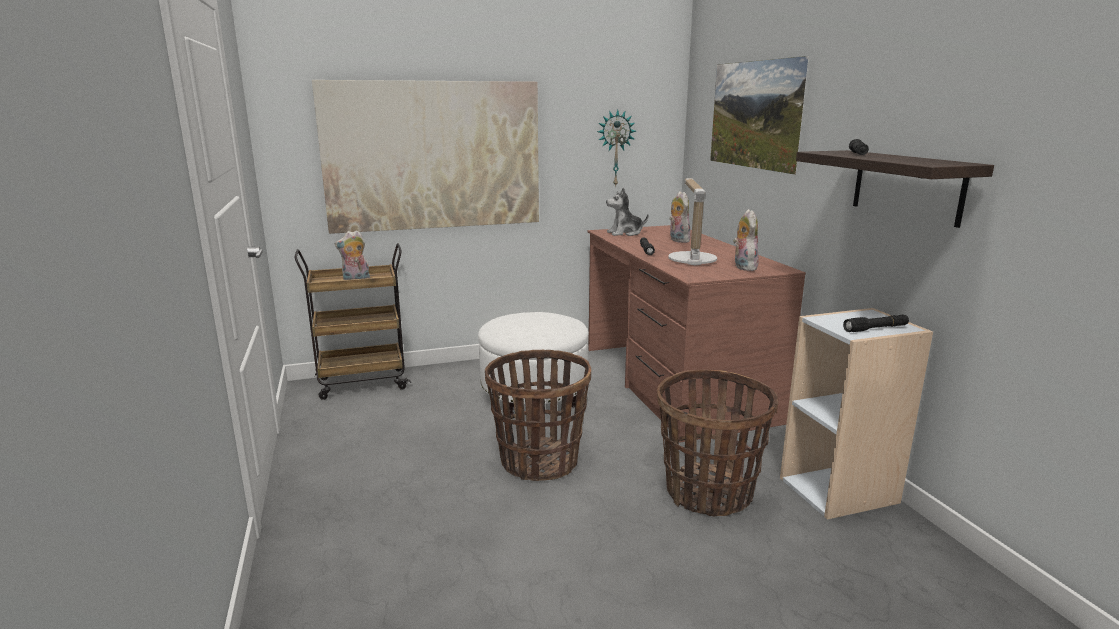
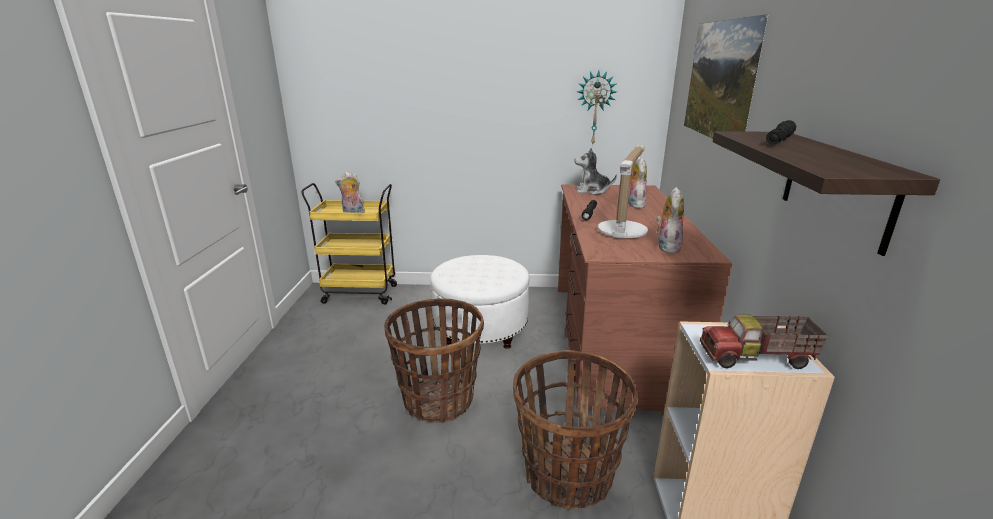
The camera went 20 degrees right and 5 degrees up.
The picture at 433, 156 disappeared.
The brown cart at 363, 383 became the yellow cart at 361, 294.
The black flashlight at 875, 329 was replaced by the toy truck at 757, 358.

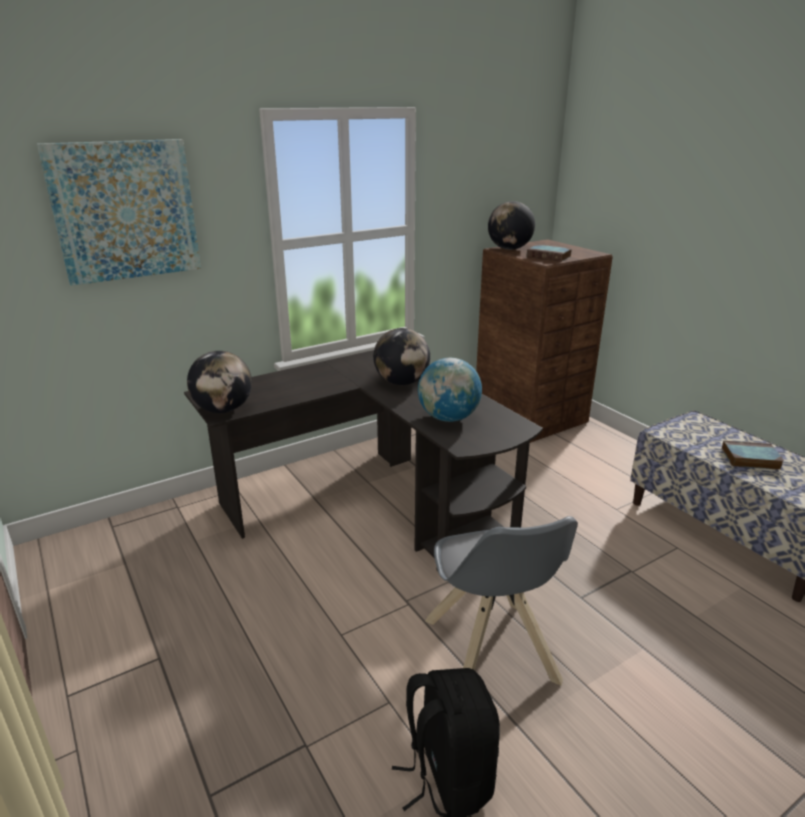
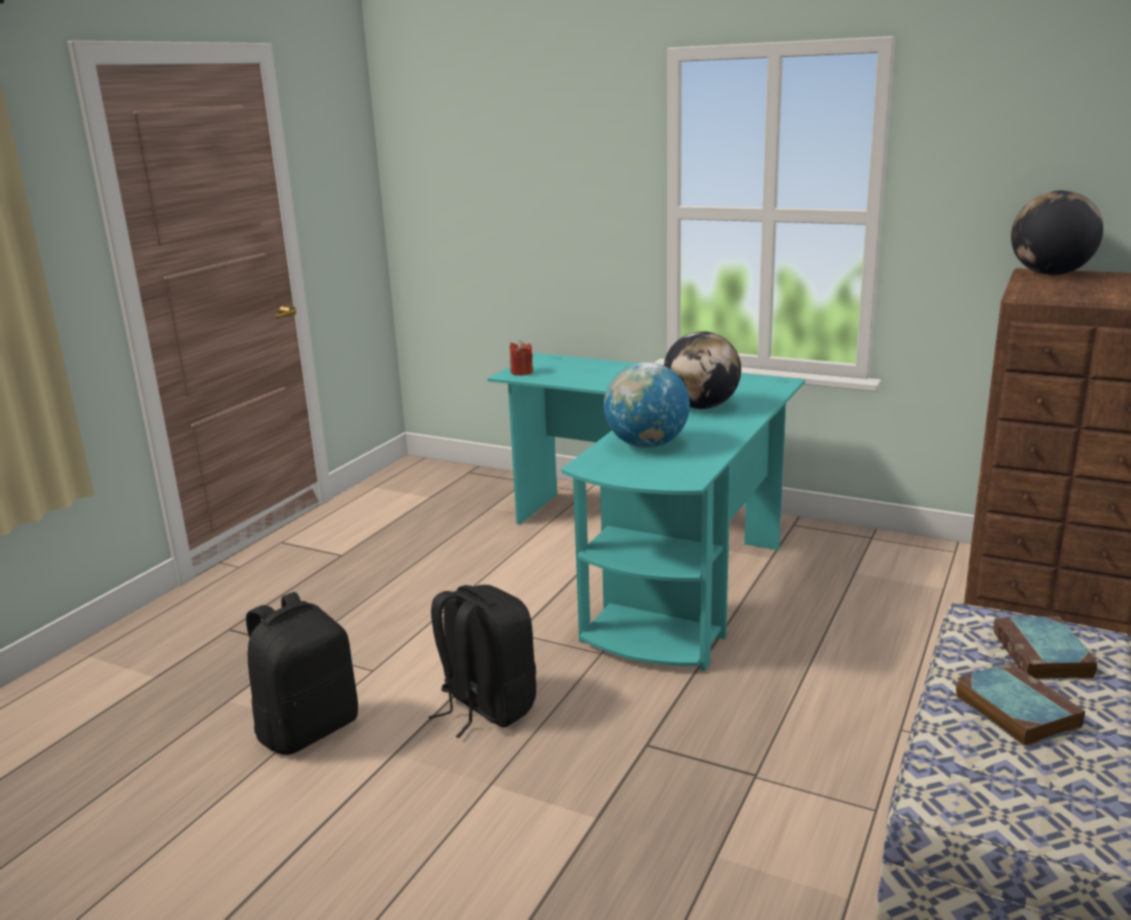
The camera went 60 degrees right and 5 degrees down.
The picture at 125, 211 disappeared.
The book moved from 550, 257 to 1044, 656.
The black desk at 373, 504 became the turquoise desk at 656, 560.
The globe at 223, 410 was replaced by the red candle at 521, 372.
The grey chair at 491, 653 was replaced by the black backpack at 485, 707.

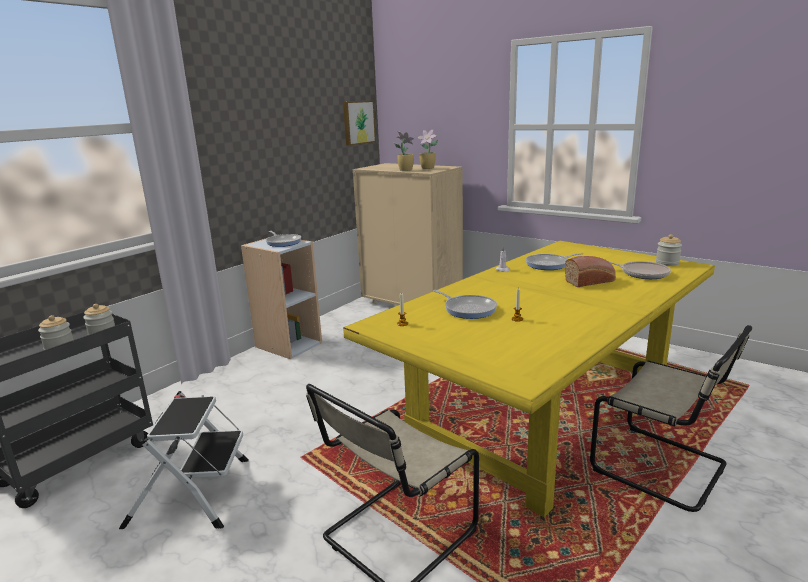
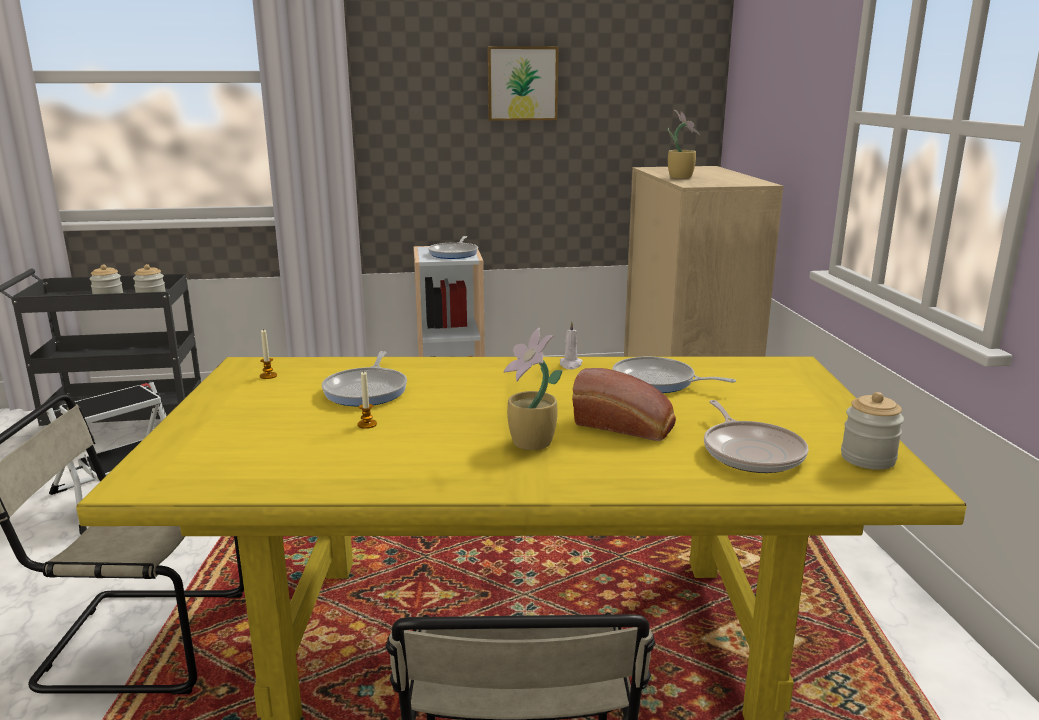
The camera went 45 degrees right and 0 degrees up.
The picture moved from 358, 122 to 522, 83.
The potted plant moved from 428, 168 to 532, 444.

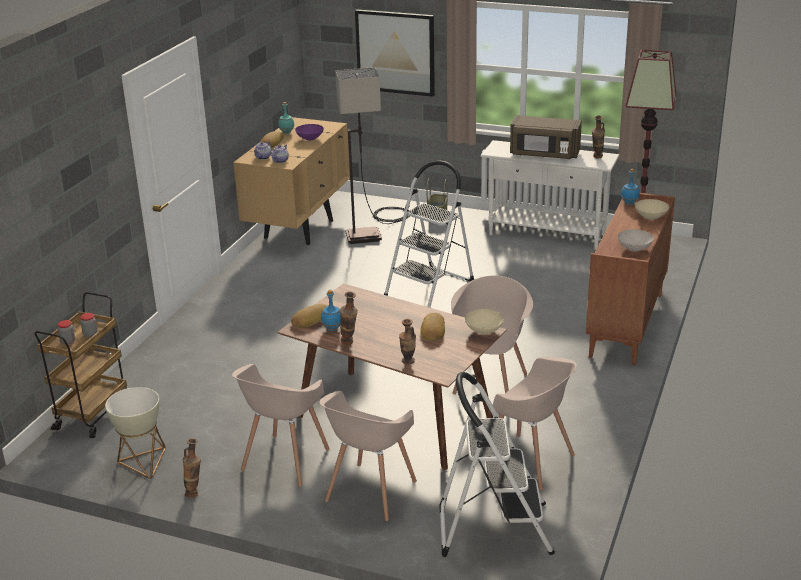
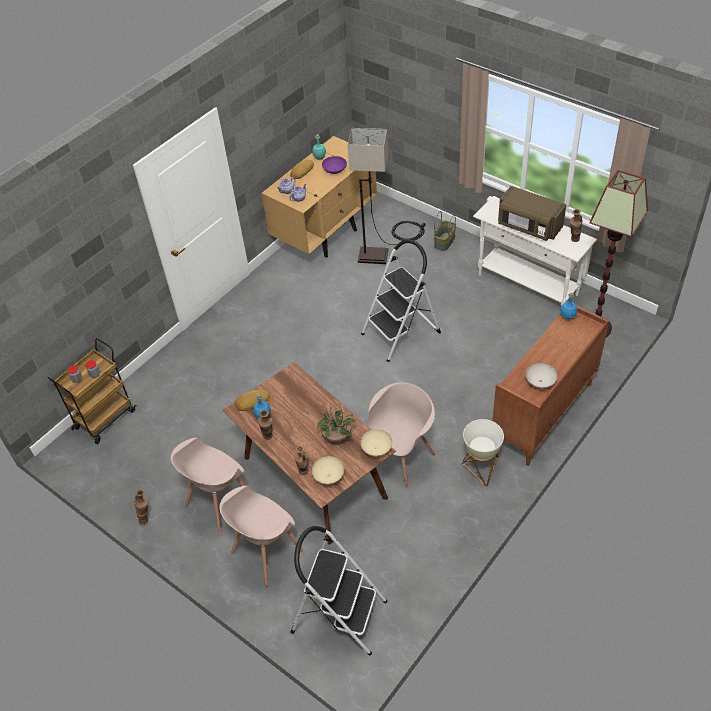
The camera went 20 degrees right and 20 degrees up.
The picture at 395, 52 disappeared.
The beige bowl moved from 651, 217 to 329, 476.
The bread at 432, 330 was replaced by the potted plant at 337, 438.
The beige chair at 530, 462 disappeared.
The planter moved from 143, 462 to 481, 468.

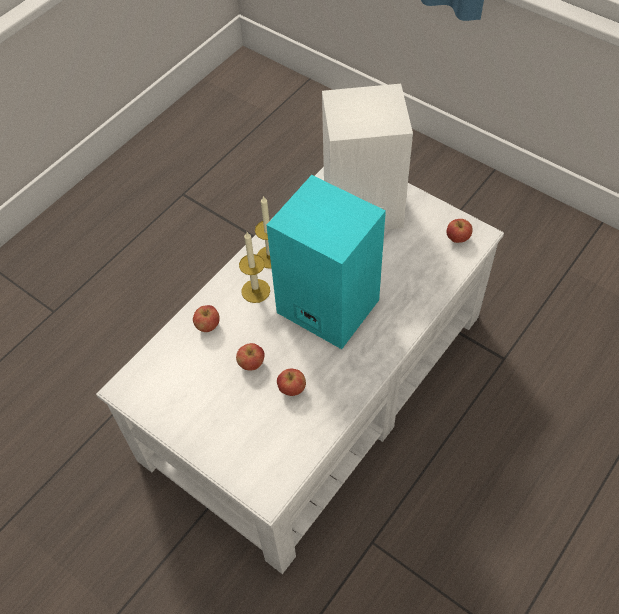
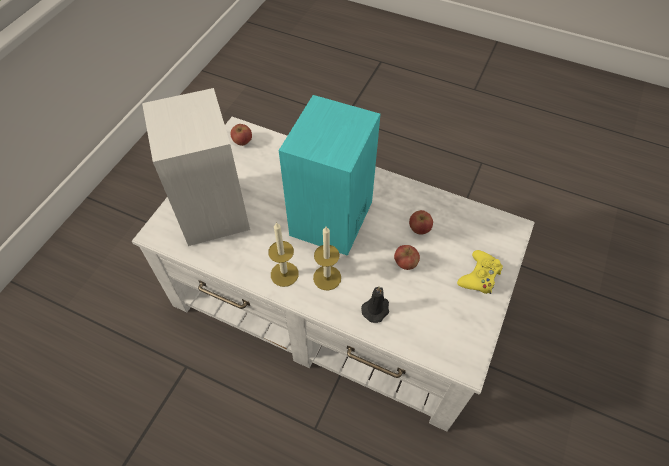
The camera went 105 degrees left and 0 degrees up.
The apple at 207, 325 was replaced by the black candle at 376, 309.
The yellow game controller at 479, 276 appeared.

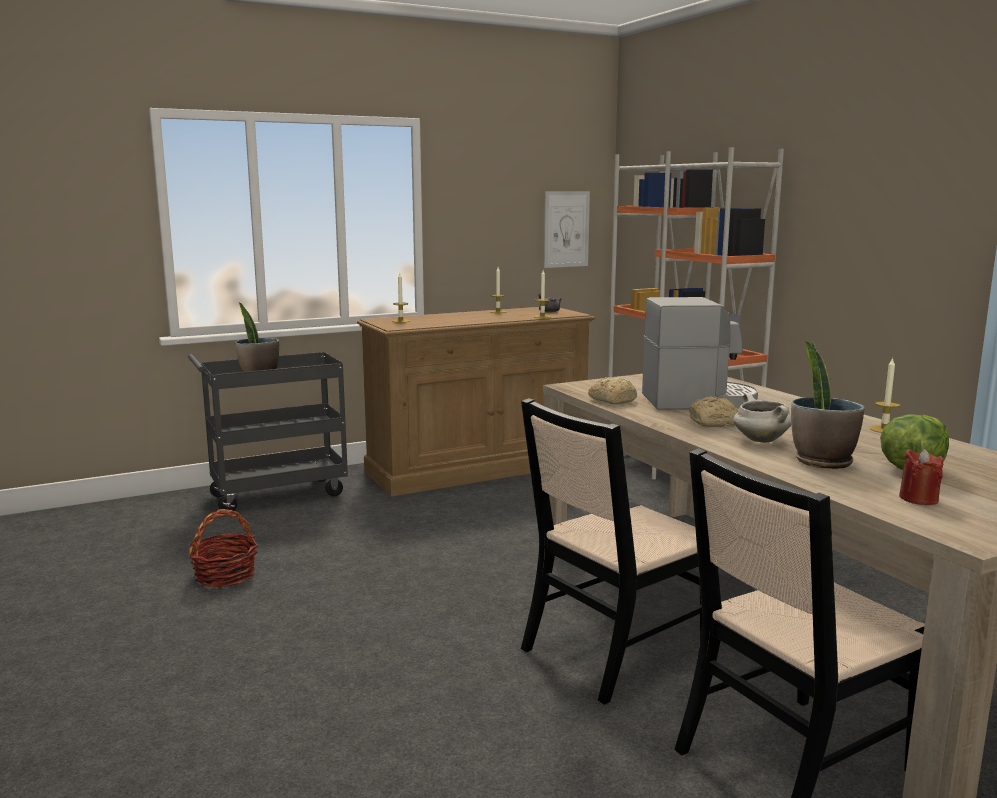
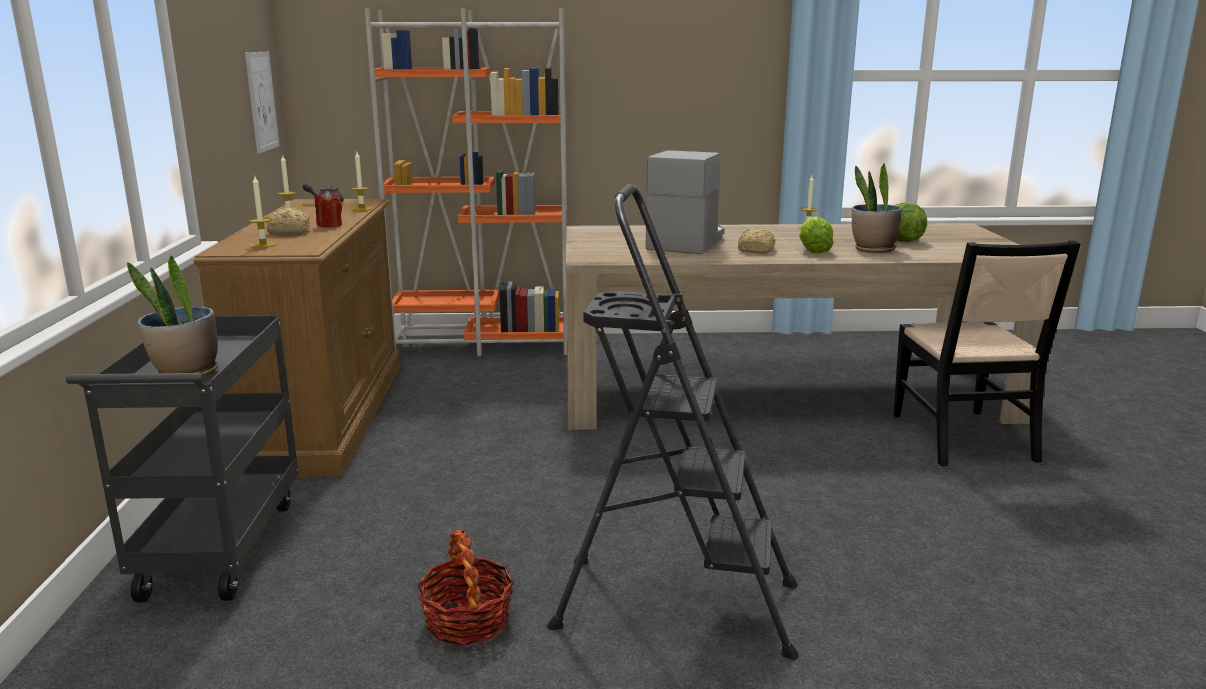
The camera went 65 degrees left and 5 degrees up.
The bread moved from 612, 400 to 287, 232.
The white cooking pot at 760, 440 was replaced by the lettuce at 813, 250.
The chair at 615, 652 disappeared.
The red candle moved from 918, 499 to 329, 225.
The step ladder at 673, 603 appeared.

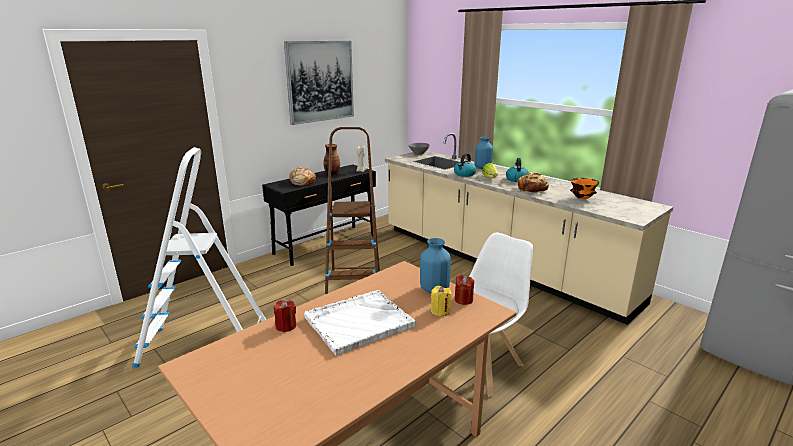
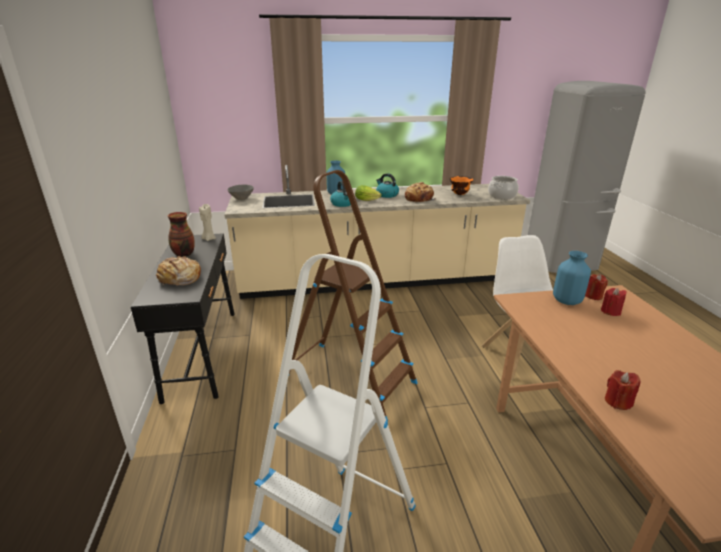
The camera went 55 degrees left and 5 degrees up.
The picture at 320, 81 disappeared.
The yellow candle at 440, 311 became the red candle at 610, 311.
The white tray at 358, 322 disappeared.
The cooking pot at 501, 196 appeared.

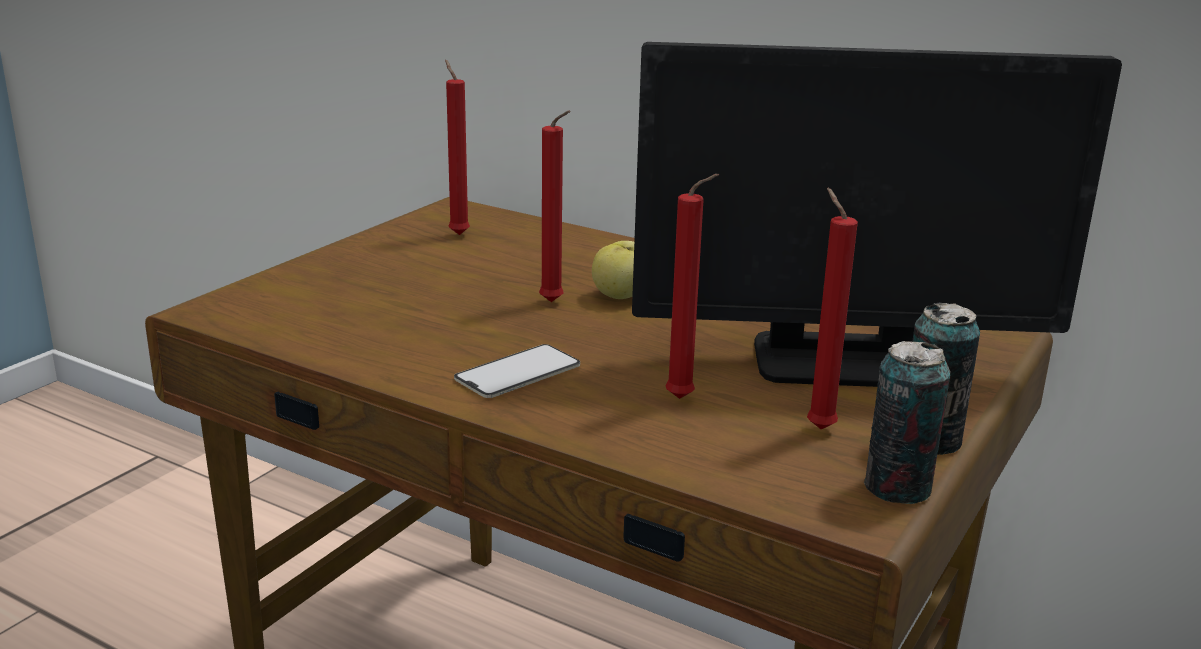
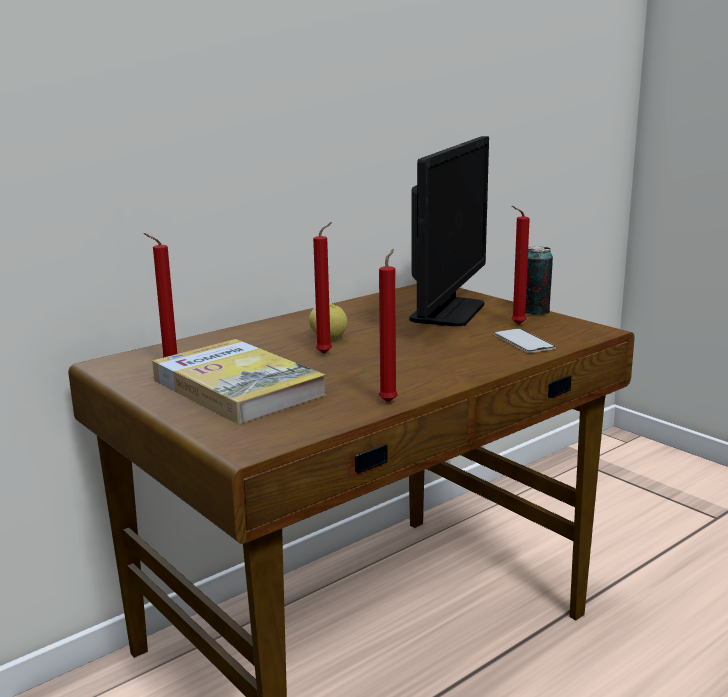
The camera went 70 degrees left and 5 degrees down.
The red candle moved from 684, 399 to 389, 401.
The can at 897, 488 disappeared.
The phone moved from 518, 372 to 523, 341.
The book at 237, 387 appeared.

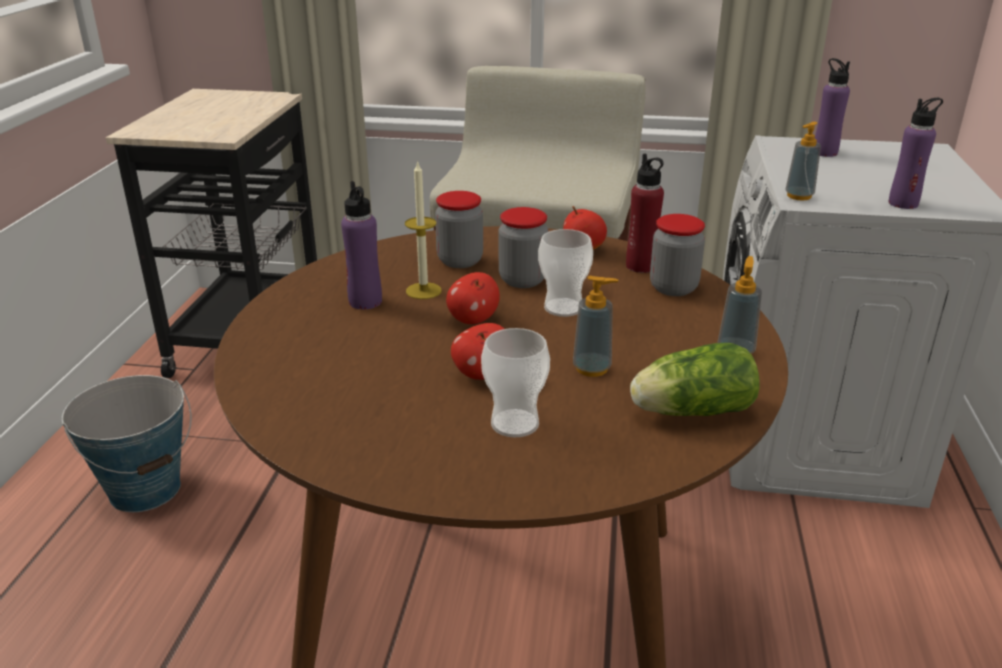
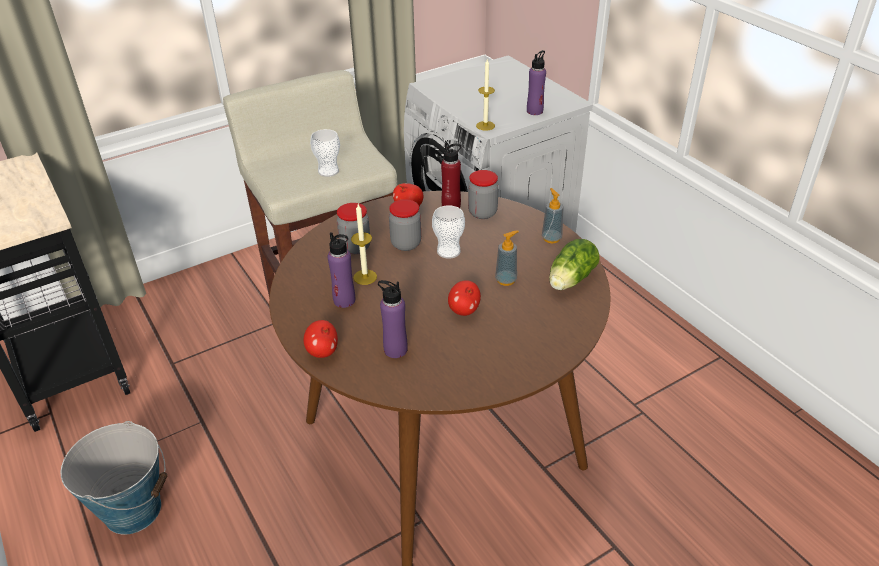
The camera went 40 degrees left and 10 degrees up.
The purple bottle moved from 824, 152 to 395, 349.
The soap dispenser at 799, 196 was replaced by the candle at 485, 125.
The apple moved from 473, 320 to 322, 351.
The cup moved from 515, 423 to 328, 171.

